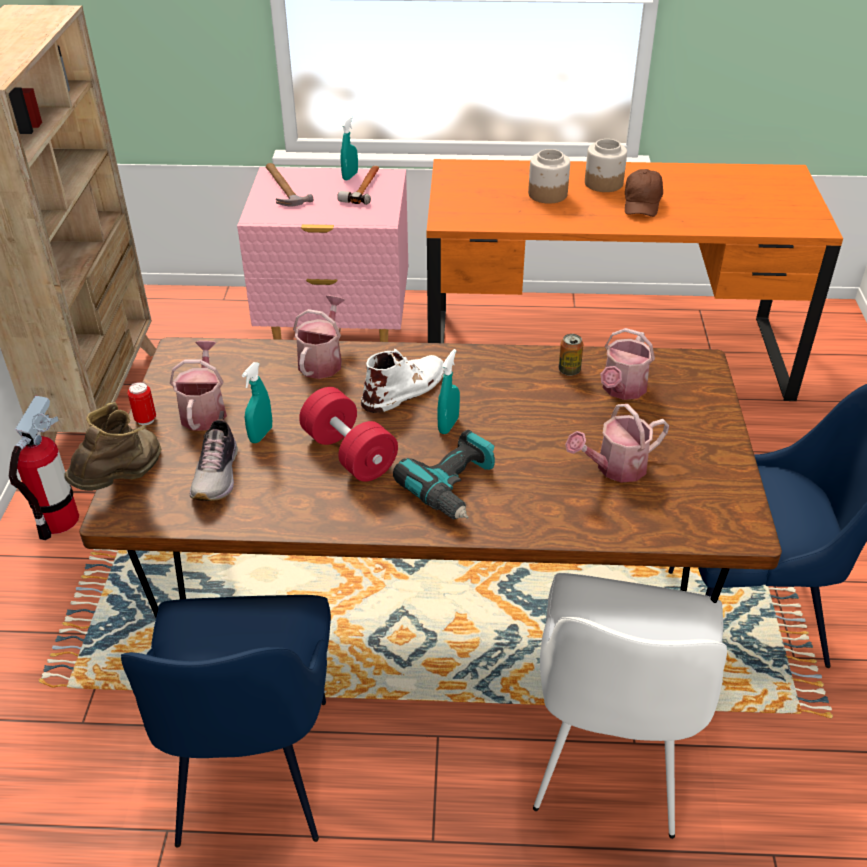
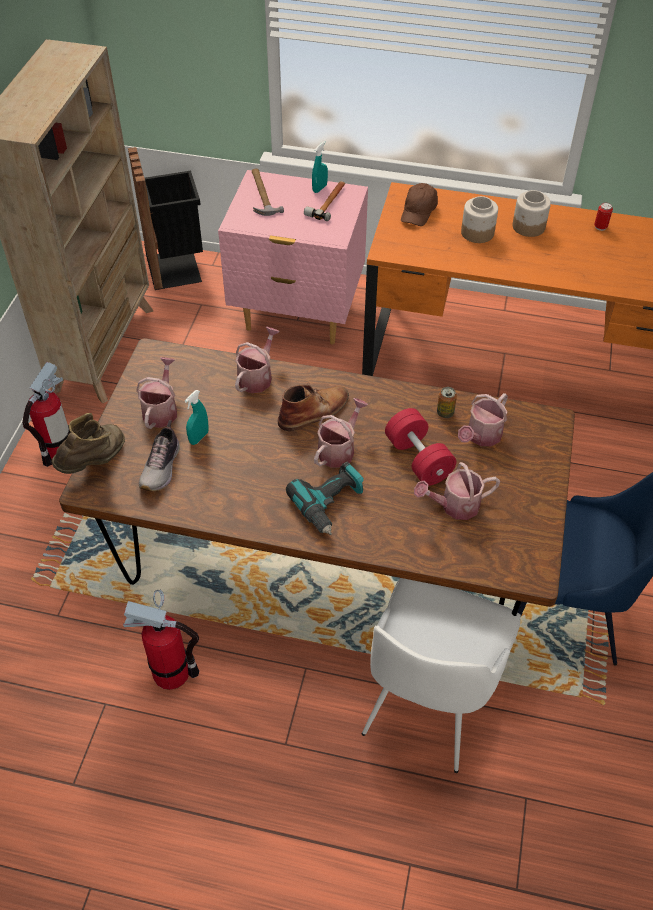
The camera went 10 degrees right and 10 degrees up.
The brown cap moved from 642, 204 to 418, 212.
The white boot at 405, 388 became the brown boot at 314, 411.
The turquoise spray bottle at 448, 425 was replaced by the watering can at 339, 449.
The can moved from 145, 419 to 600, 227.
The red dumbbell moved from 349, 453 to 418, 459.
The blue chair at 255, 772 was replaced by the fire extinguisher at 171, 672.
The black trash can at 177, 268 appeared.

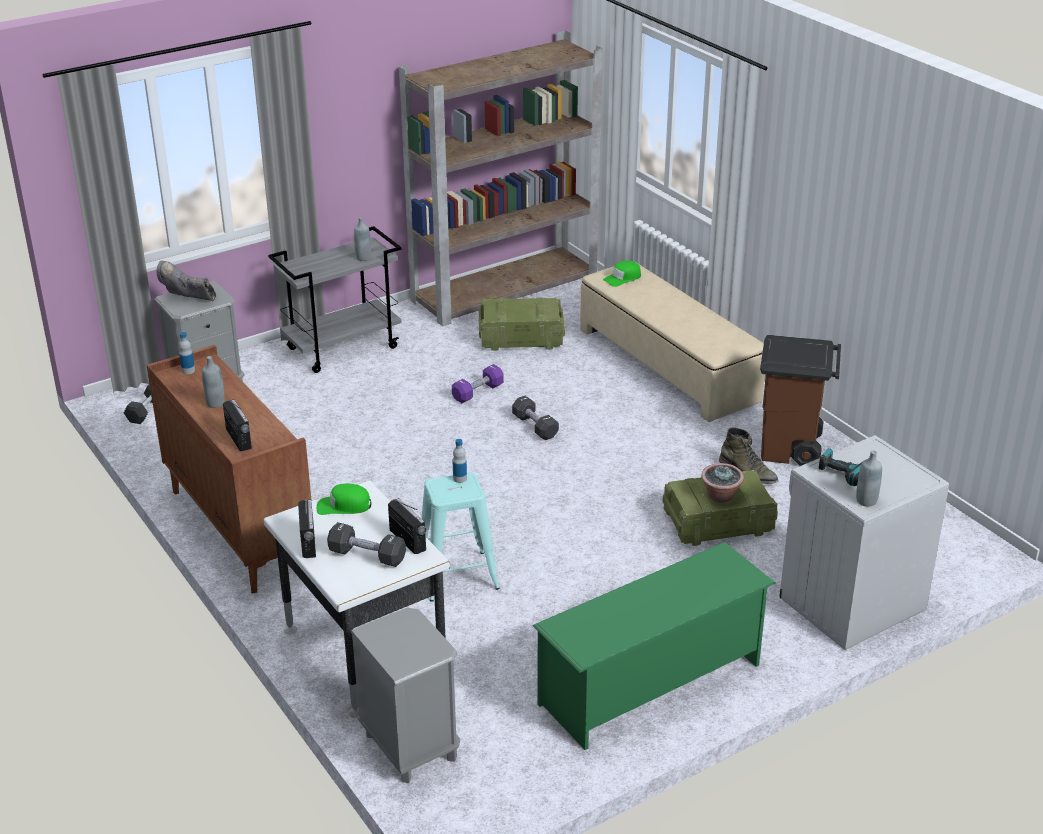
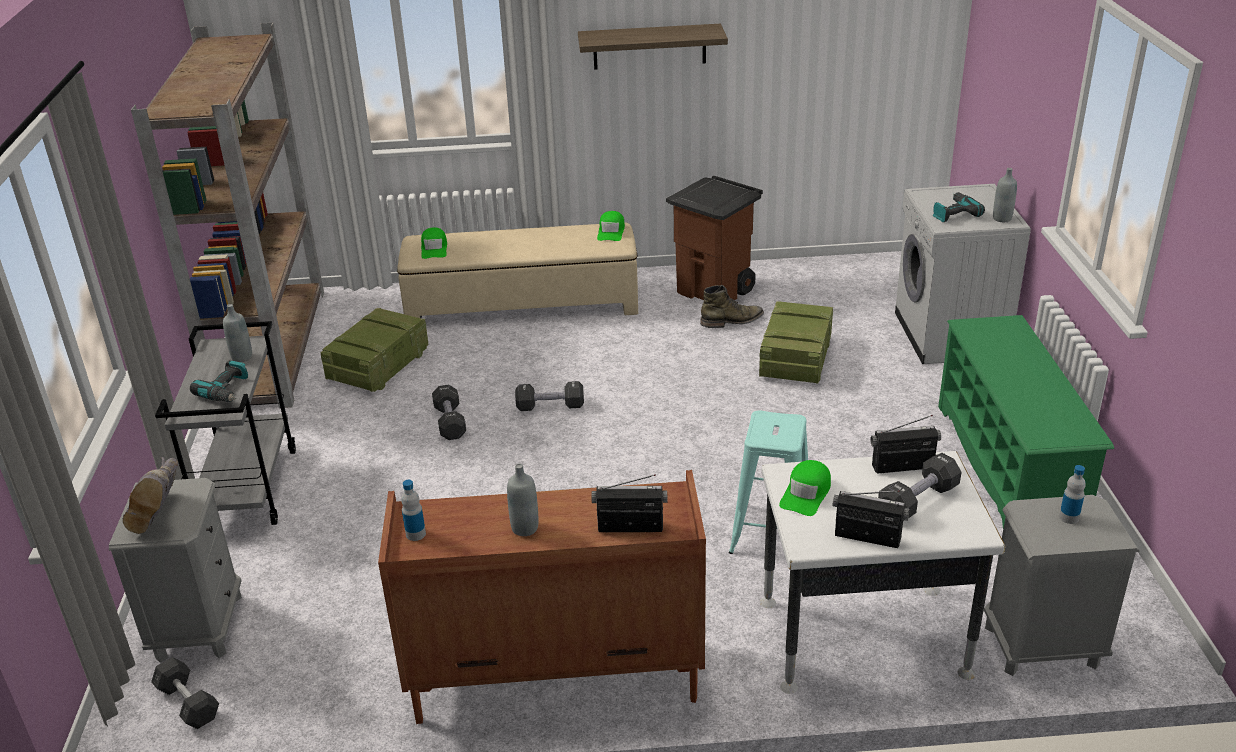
The camera went 60 degrees left and 0 degrees up.
The grey boot at 188, 300 turned 45 degrees counterclockwise.
The purple dumbbell at 478, 392 became the black dumbbell at 450, 422.
The bottle moved from 460, 478 to 1069, 517.
The potted plant at 721, 496 disappeared.
The shelf at 649, 46 appeared.
The green cap at 611, 232 appeared.
The power drill at 227, 390 appeared.

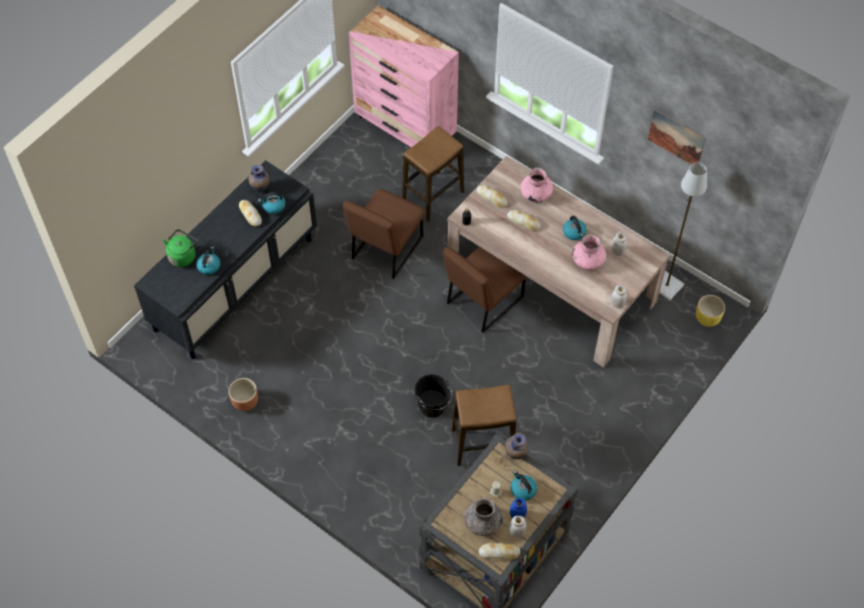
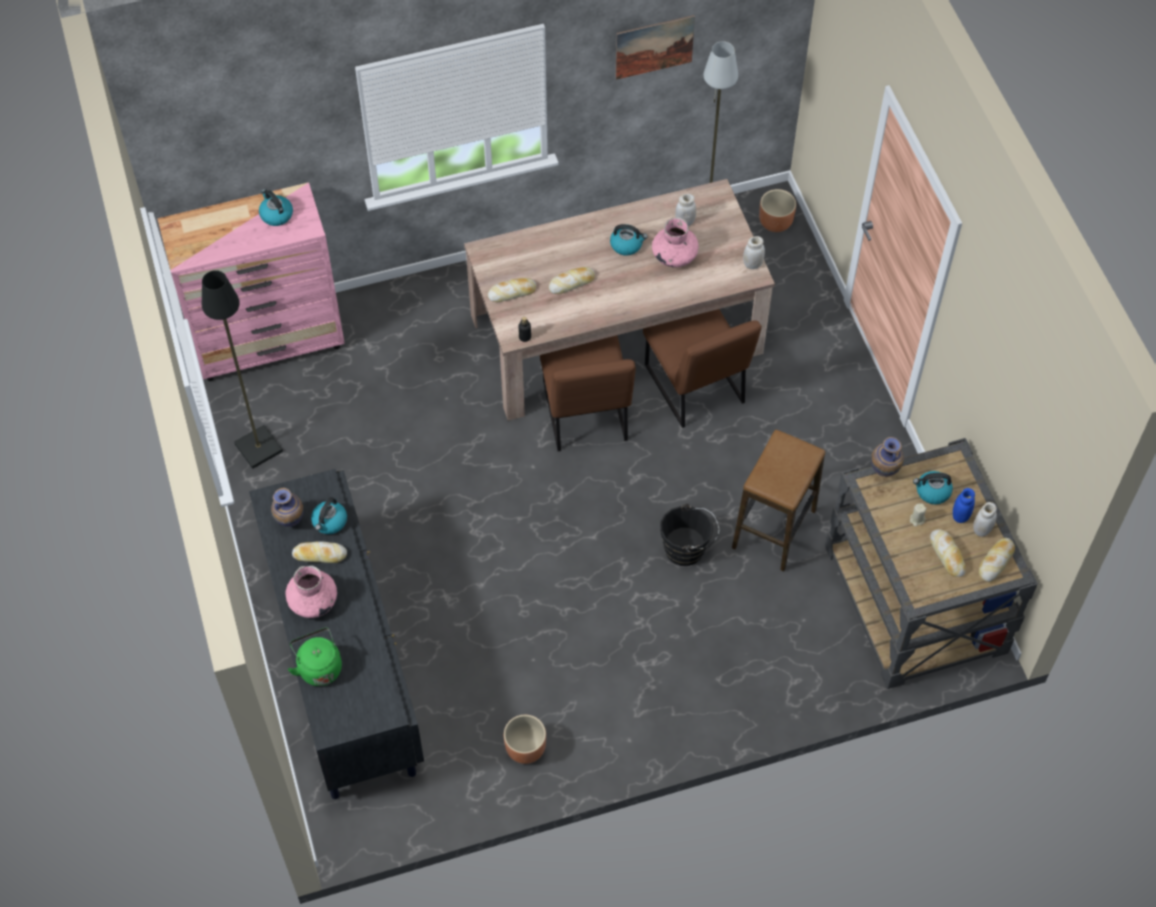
The camera went 55 degrees left and 0 degrees up.
The stool at 433, 196 disappeared.
The pink vase moved from 535, 194 to 313, 601.
The brown chair moved from 385, 249 to 695, 386.
The kettle moved from 209, 266 to 276, 215.
The yellow planter at 707, 318 became the brown planter at 775, 222.
The grey vase at 483, 522 was replaced by the bread at 947, 555.
The black floor lamp at 257, 447 appeared.

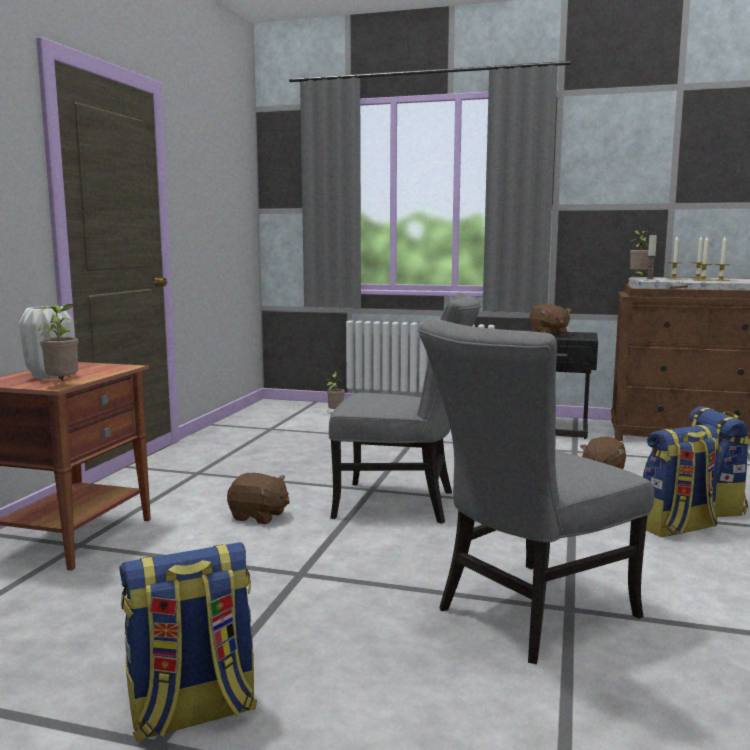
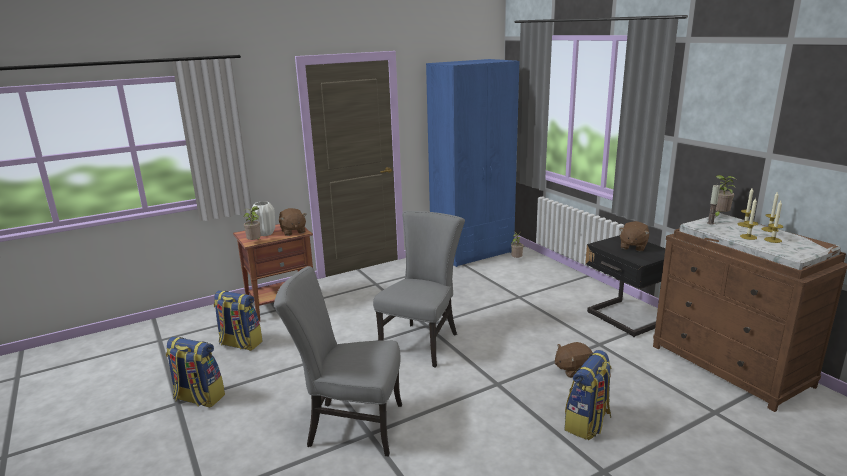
The camera went 45 degrees right and 10 degrees up.
The grey chair at 403, 504 turned 120 degrees counterclockwise.
The backpack moved from 677, 528 to 240, 344.
The brown plush toy moved from 259, 516 to 293, 231.
The blue wardrobe at 473, 253 appeared.

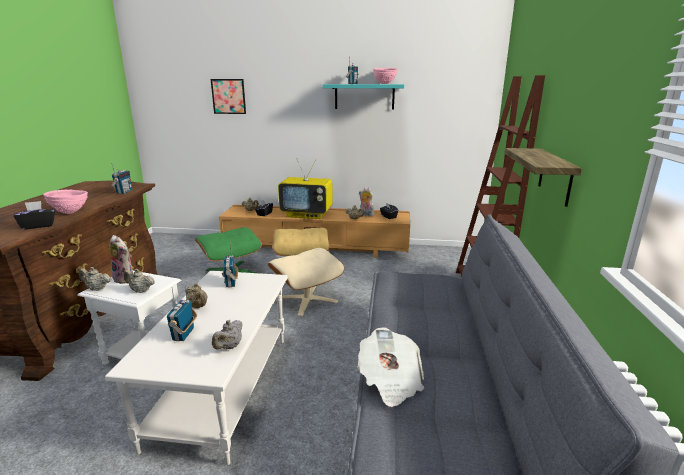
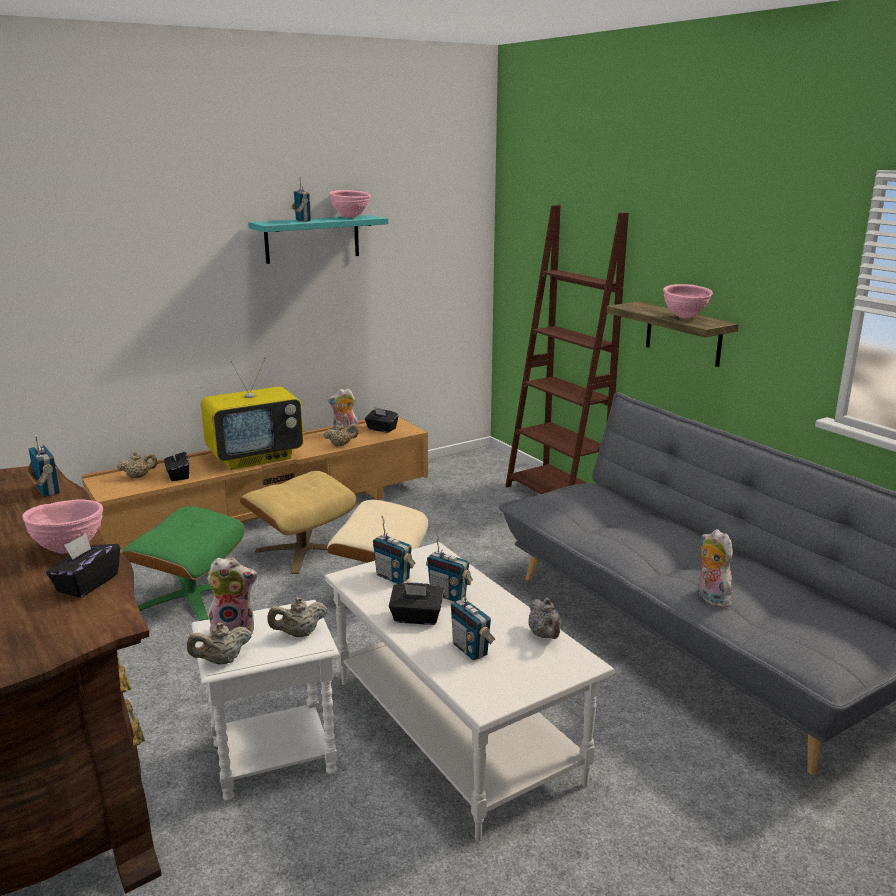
The camera went 40 degrees left and 0 degrees up.
The picture at 228, 96 disappeared.
The beige teapot at 198, 306 was replaced by the black tissue box at 416, 618.
The newspaper at 390, 381 was replaced by the plush toy at 710, 598.
The pink bowl at 684, 317 appeared.
The radio at 448, 595 appeared.

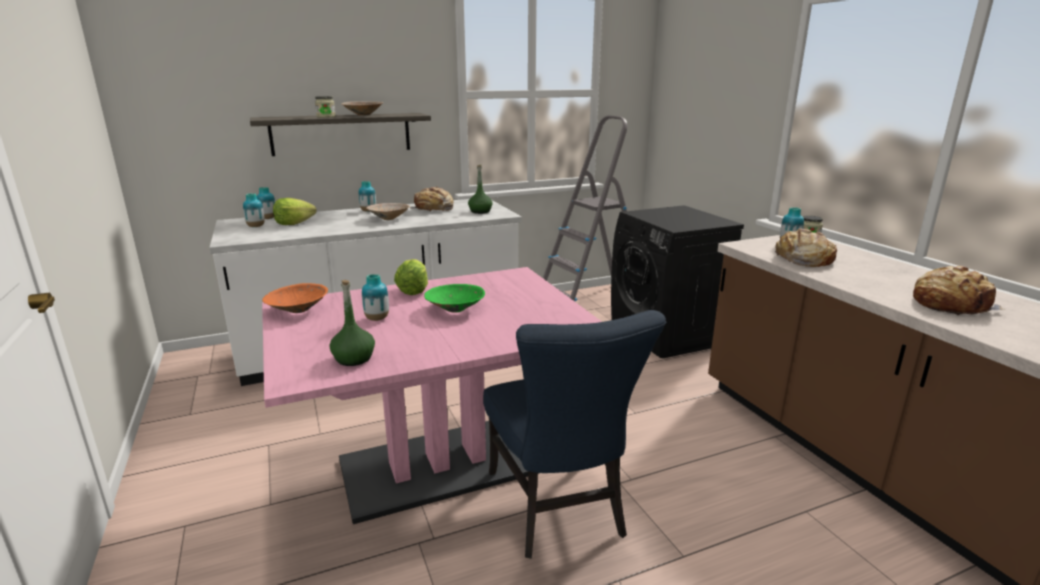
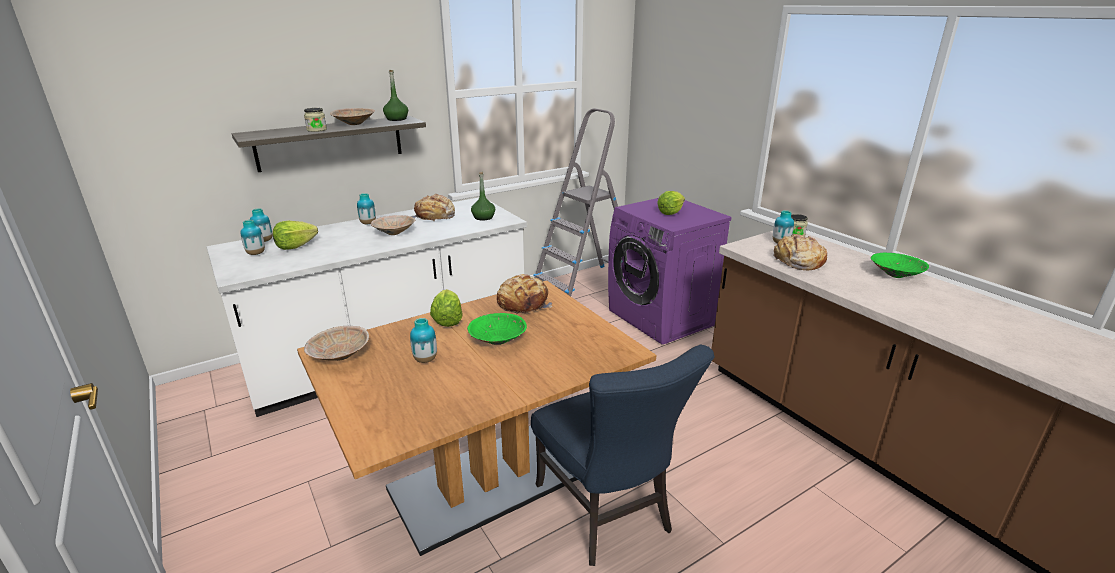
The camera went 10 degrees left and 5 degrees up.
The black washing machine at 665, 336 became the purple washing machine at 660, 320.
The bread moved from 950, 304 to 523, 303.
The pink dining table at 437, 466 became the brown dining table at 484, 483.
The green bottle moved from 354, 358 to 396, 119.
The orange bowl at 297, 310 became the beige bowl at 339, 356.
The lettuce at 670, 212 appeared.
The green bowl at 895, 274 appeared.

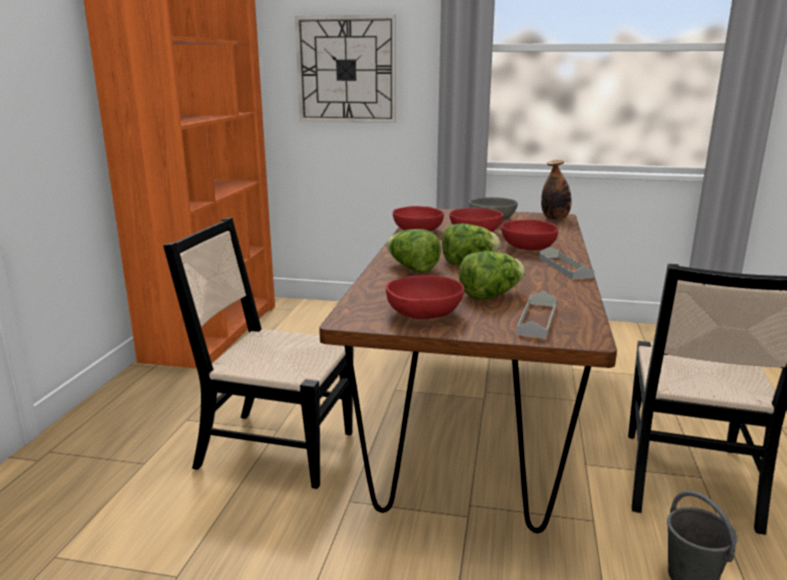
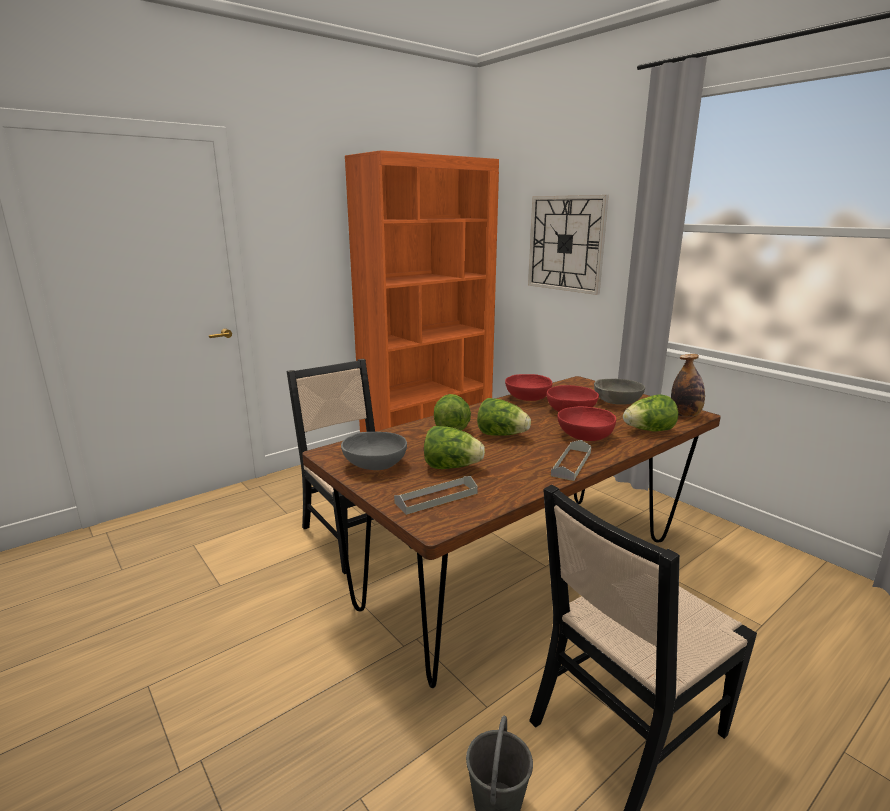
The camera went 40 degrees right and 0 degrees up.
The red bowl at 424, 315 became the grey bowl at 375, 465.
The lettuce at 648, 430 appeared.

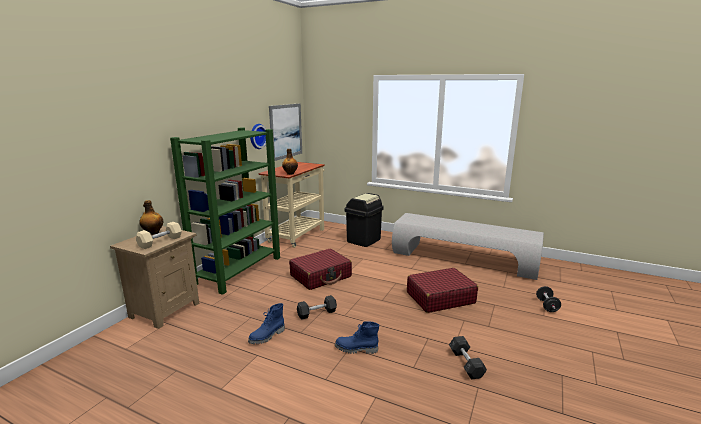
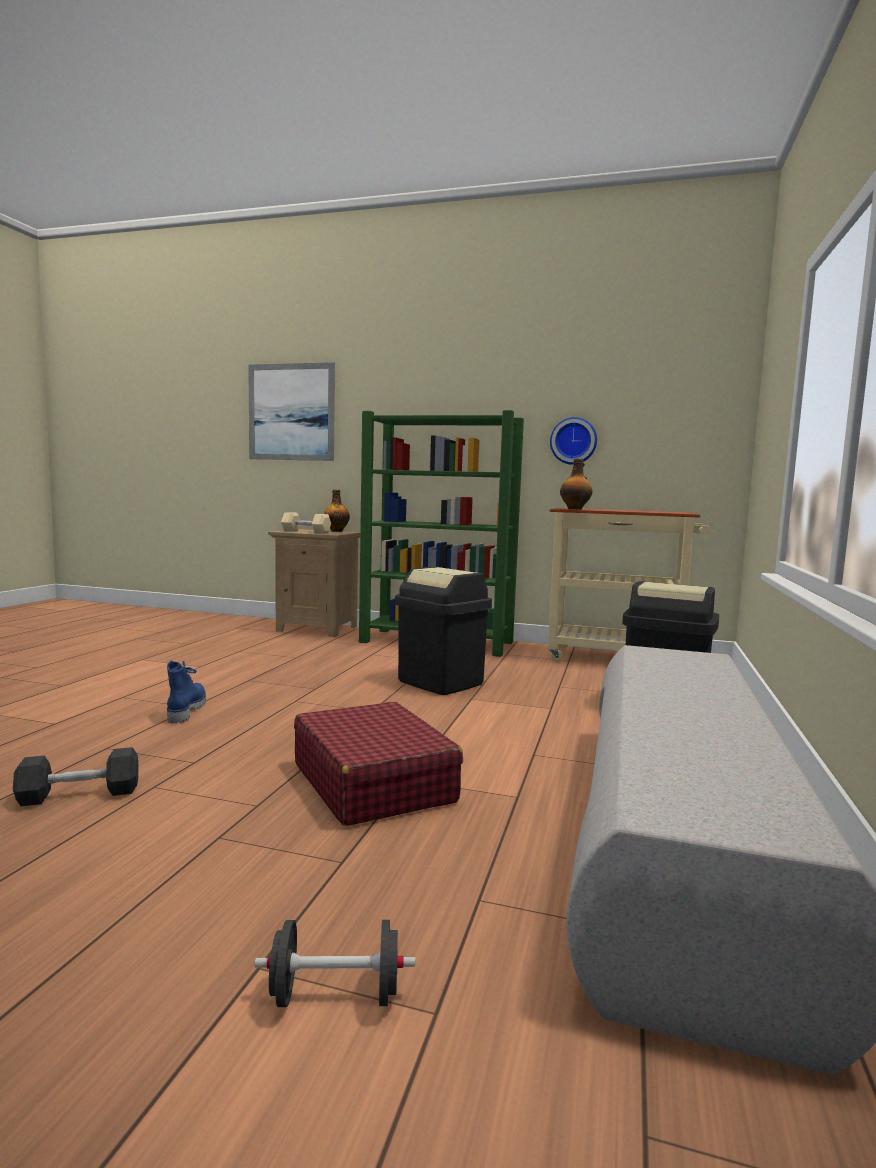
The camera went 80 degrees right and 10 degrees down.
The picture moved from 286, 131 to 291, 412.
The red suitcase at 321, 276 was replaced by the black trash can at 441, 682.
The grey dumbbell at 317, 313 disappeared.
The blue boot at 267, 336 disappeared.

